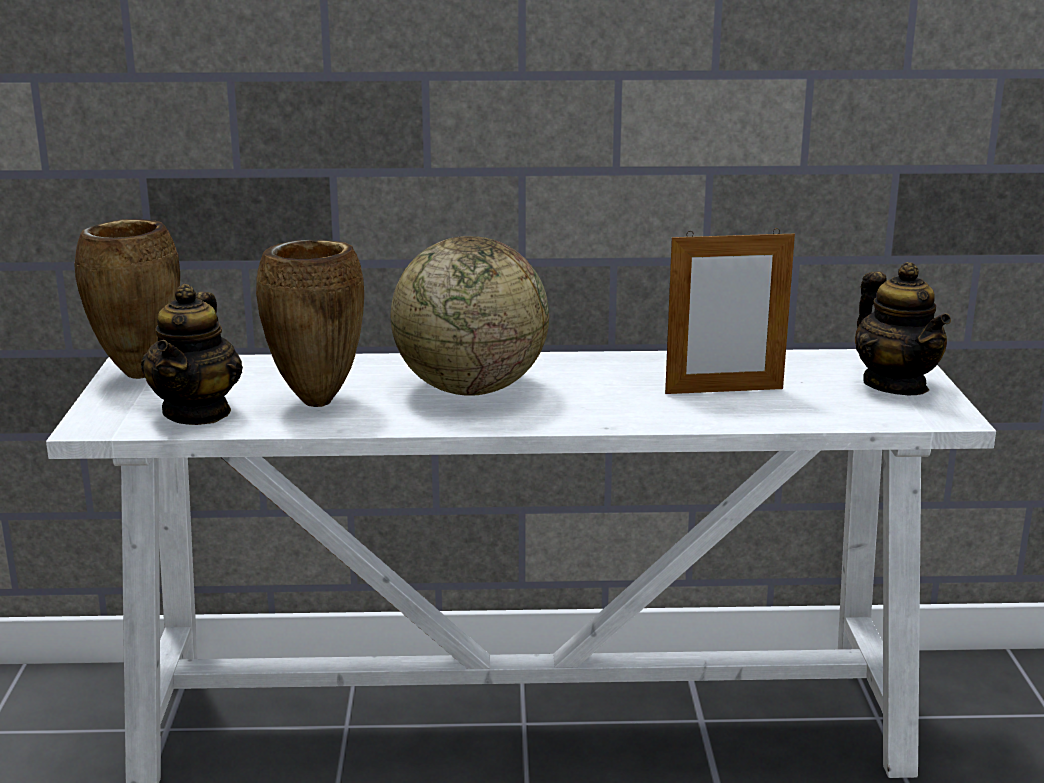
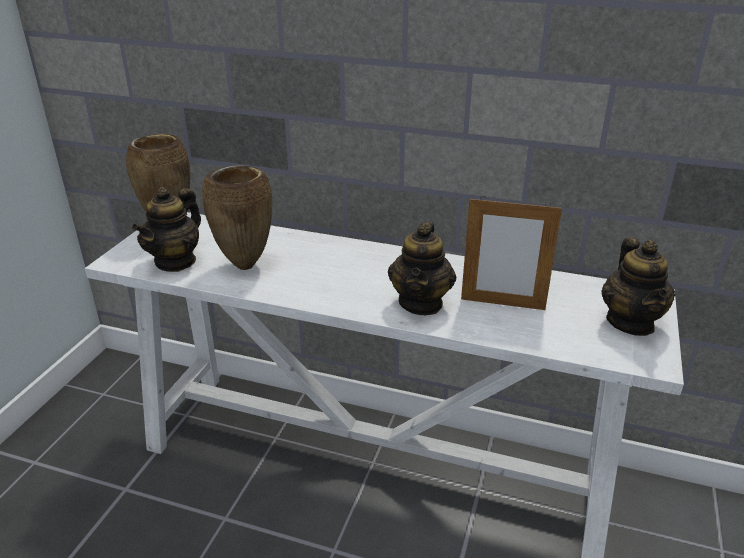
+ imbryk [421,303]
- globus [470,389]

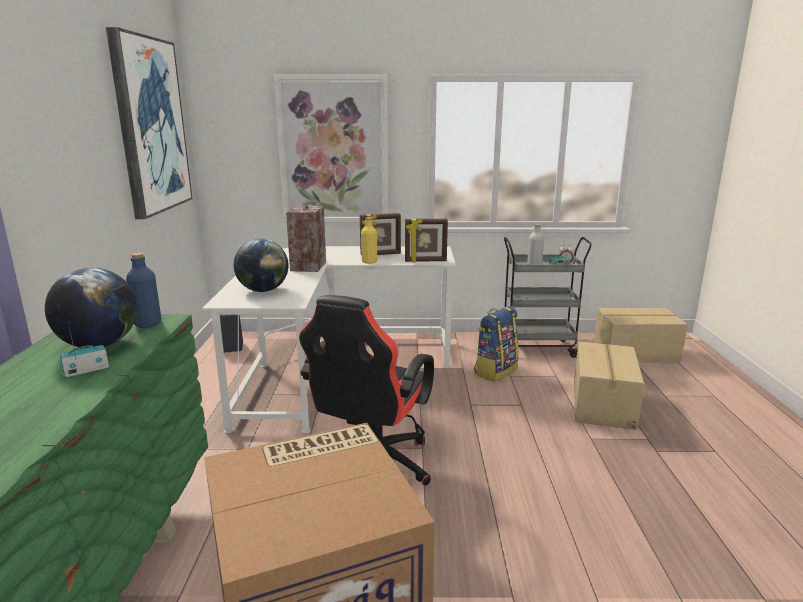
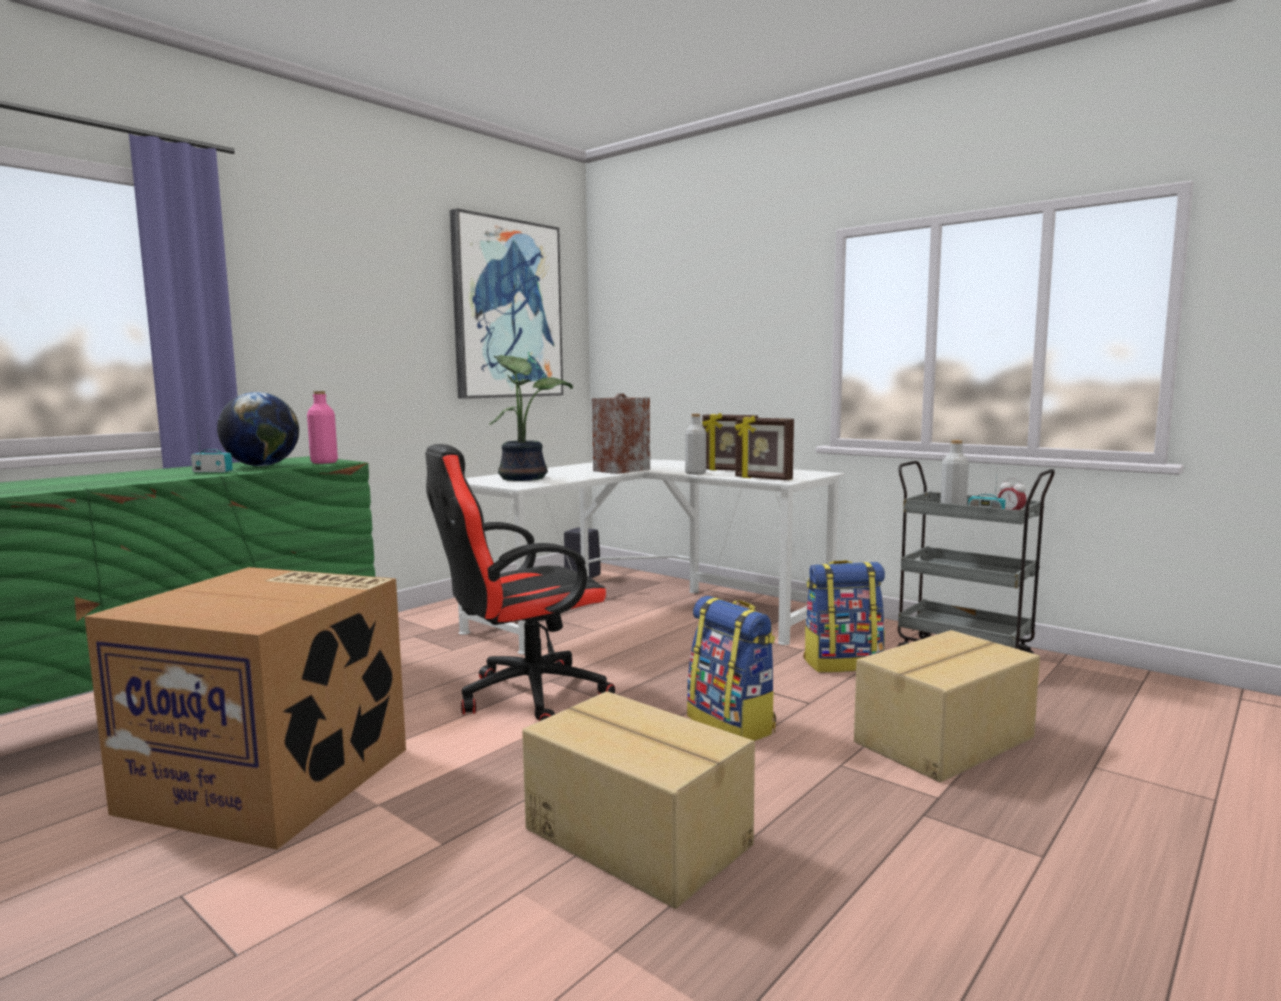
~ butelka (niebieski) [148,324] to butelka (różowy) [324,462]
~ globus [263,290] to roślina doniczkowa [524,478]
~ karton [634,352] to [638,835]
~ butelka (żółty) [369,262] to butelka (szary) [695,473]
+ plecak [732,724]
- obraz [333,150]

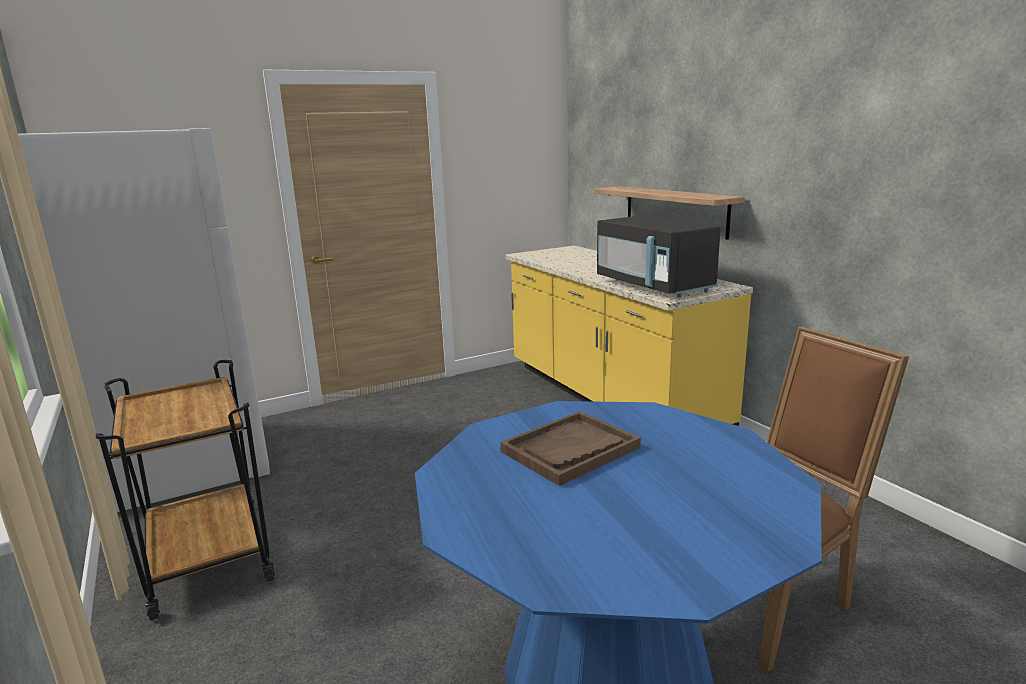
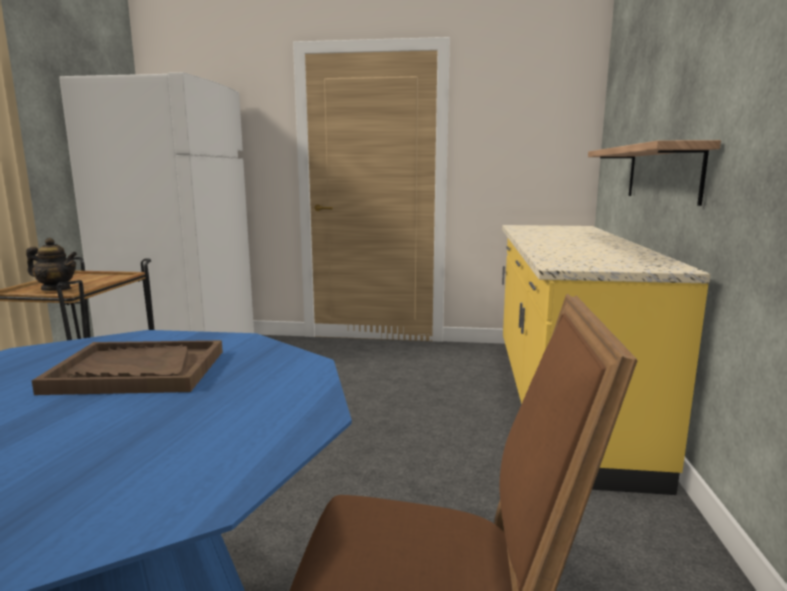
+ imbryk [56,289]
- mikrofalówka (czarny) [653,286]

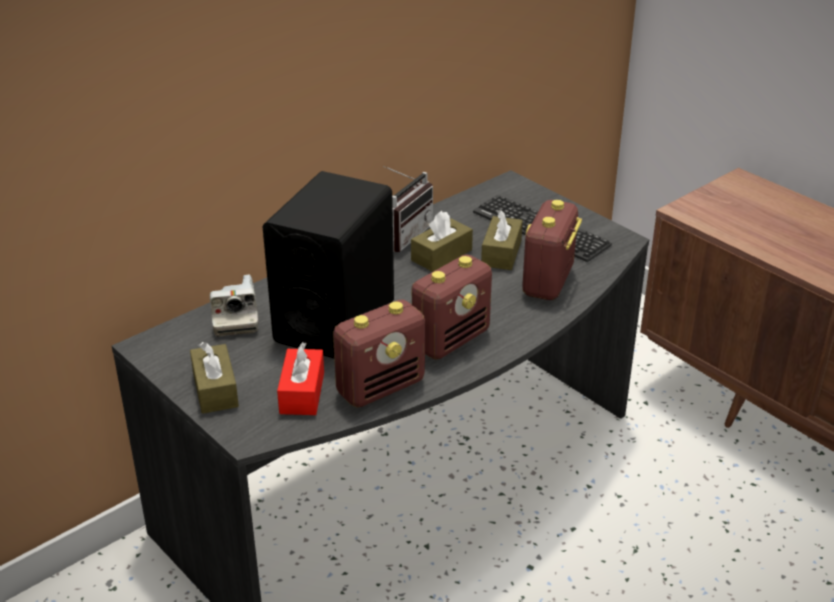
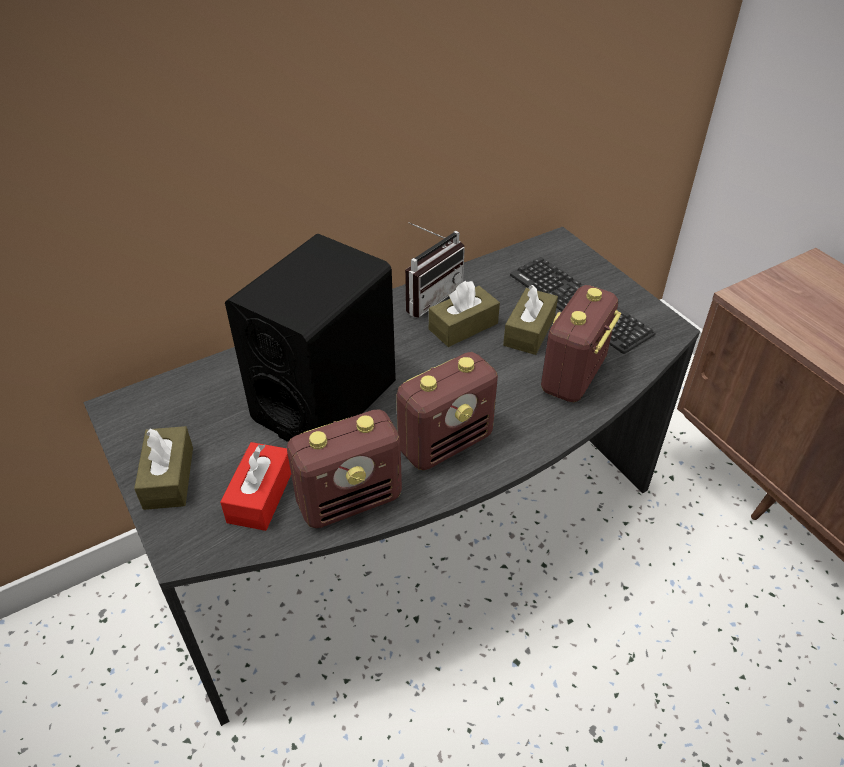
- aparat fotograficzny [235,319]

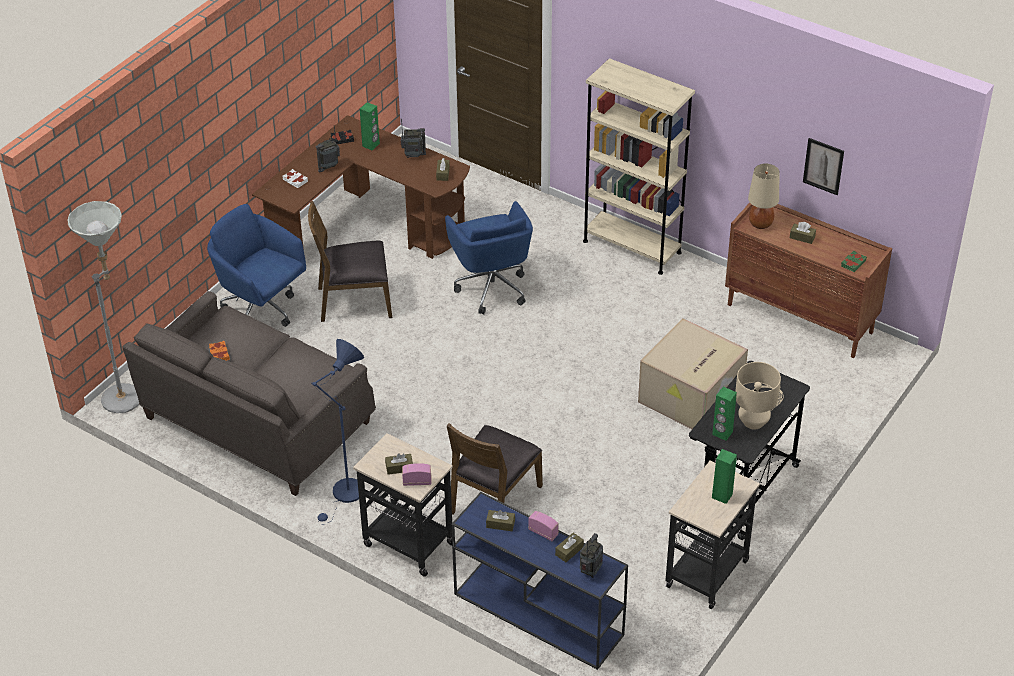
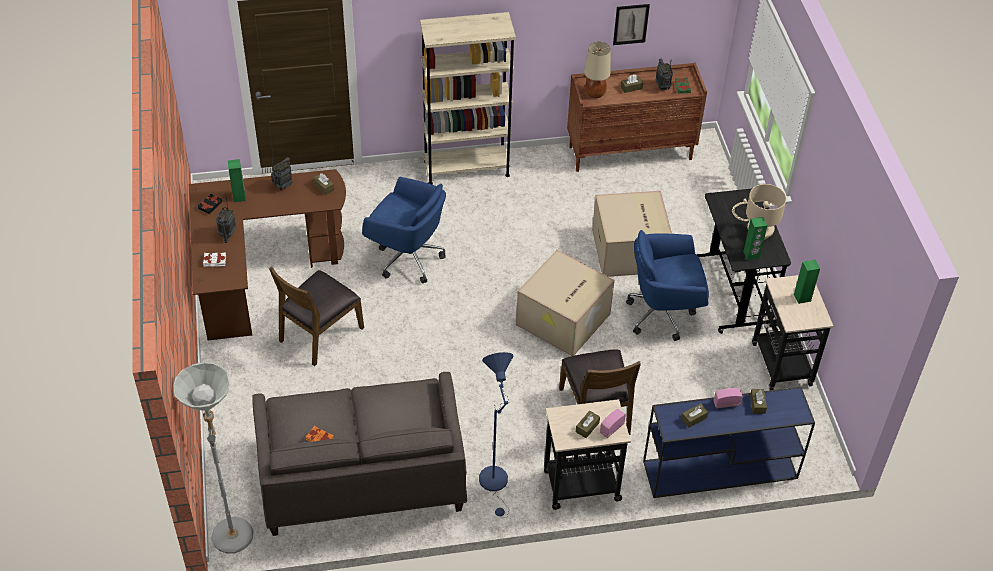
+ karton [563,320]
~ krzesło biurowe (niebieski) [262,312] to [663,315]
~ radio [590,571] to [662,87]

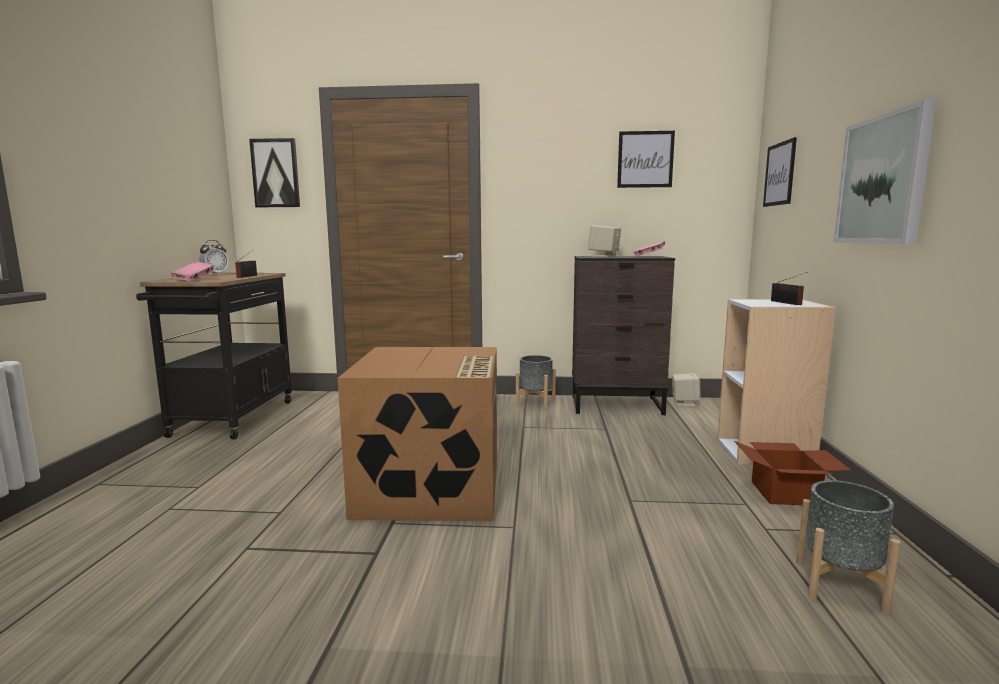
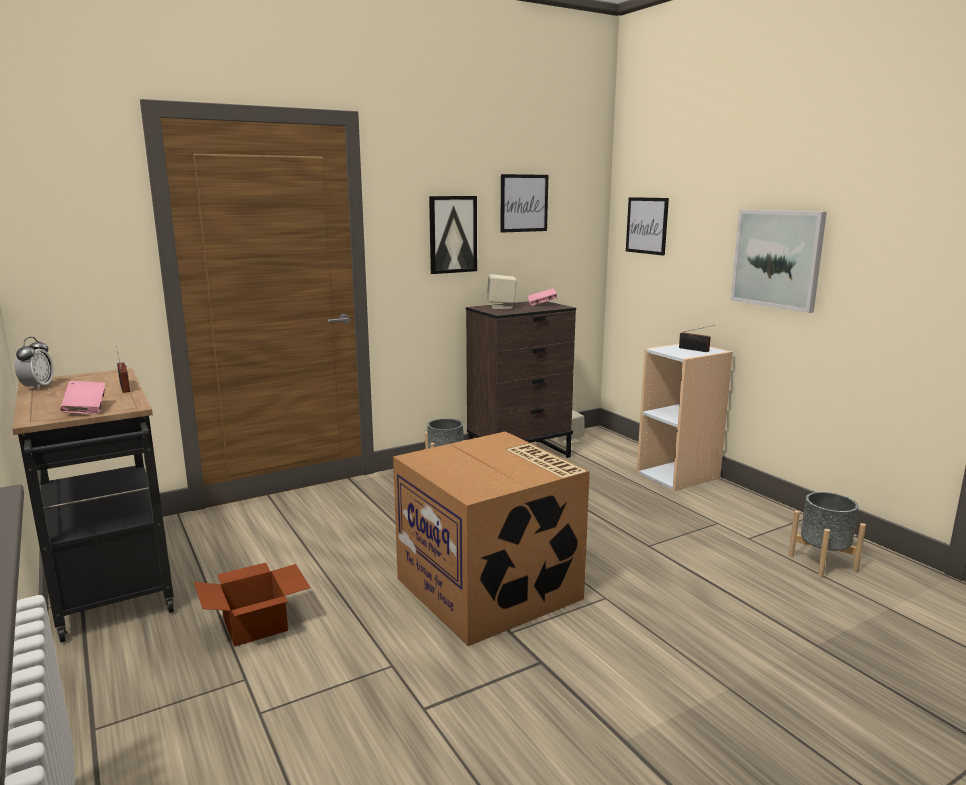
~ karton [787,494] to [257,624]
~ obraz [276,173] to [452,234]

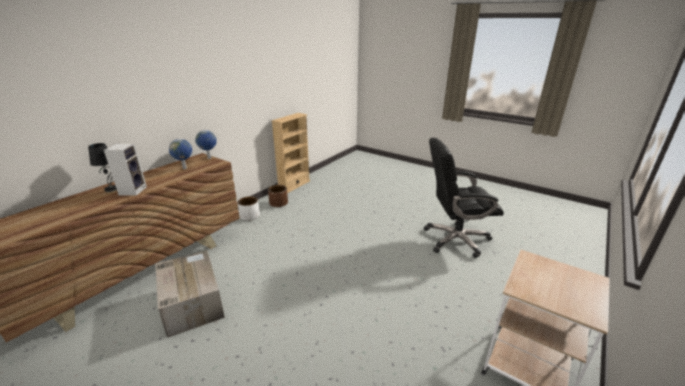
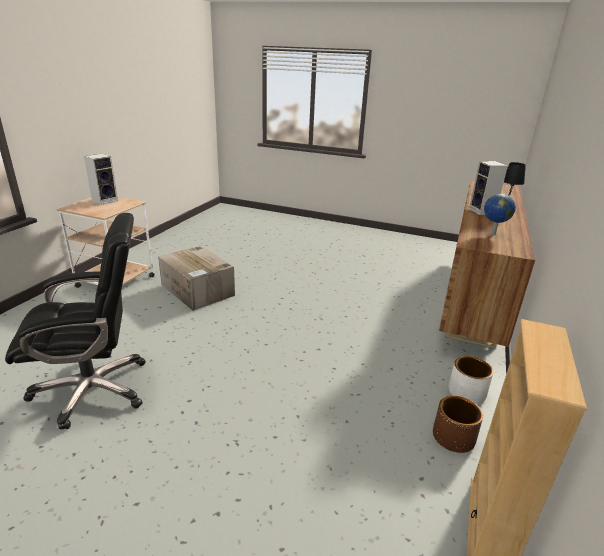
+ głośnik [105,200]
~ karton [192,302] to [198,290]
- globus [209,158]

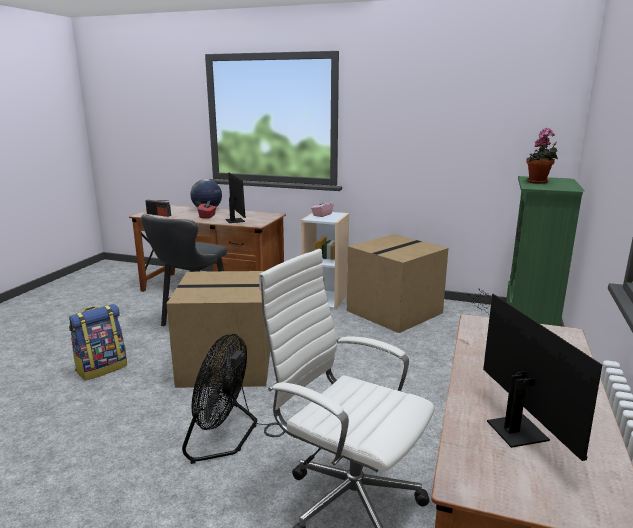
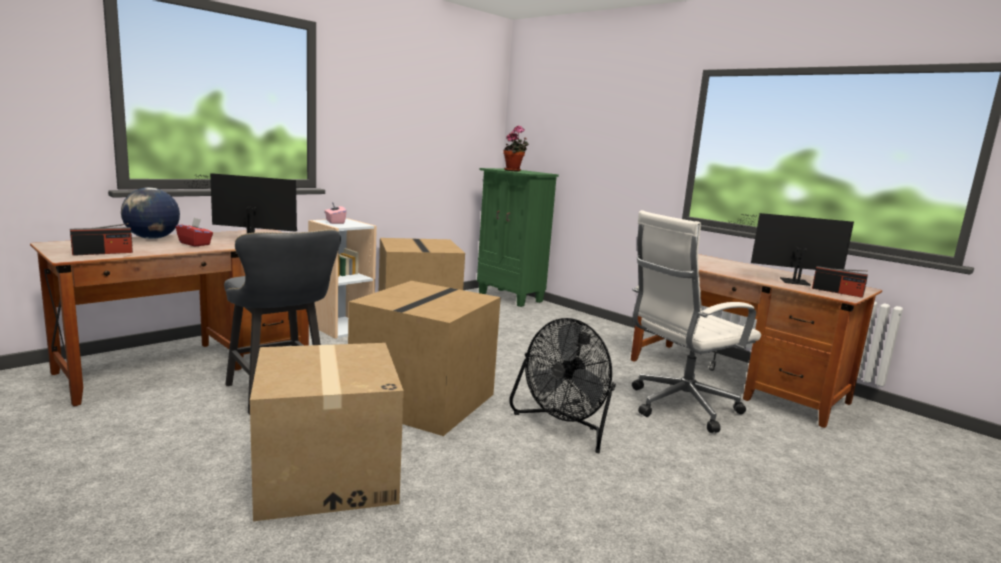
~ plecak [102,368] to karton [325,474]
+ radio [837,292]

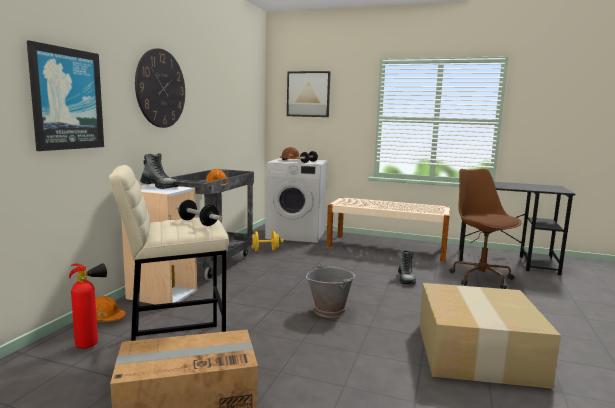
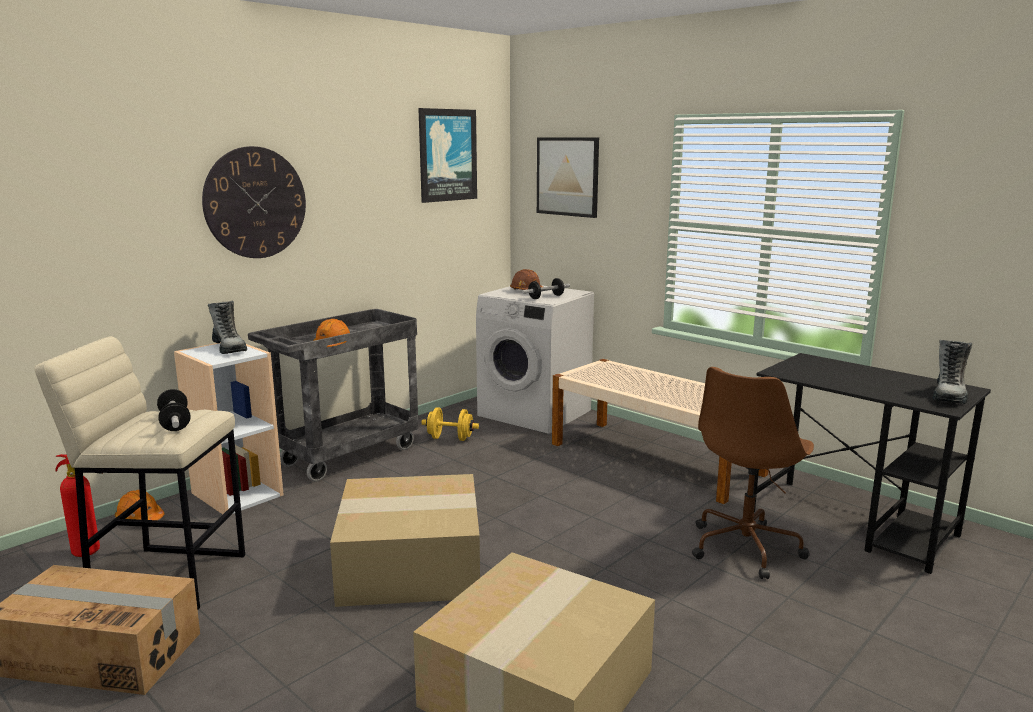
~ wiadro (szary) [329,310] to karton [413,563]
~ obraz [67,99] to [447,155]
~ krzesło biurowe (brązowy) [480,278] = [743,550] 150 degrees counterclockwise
~ but z cholewką [406,279] to [949,395]

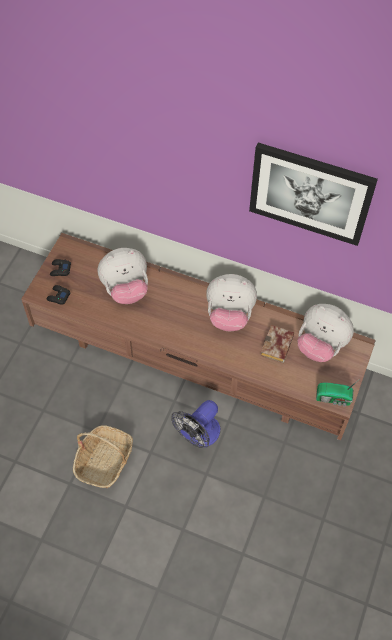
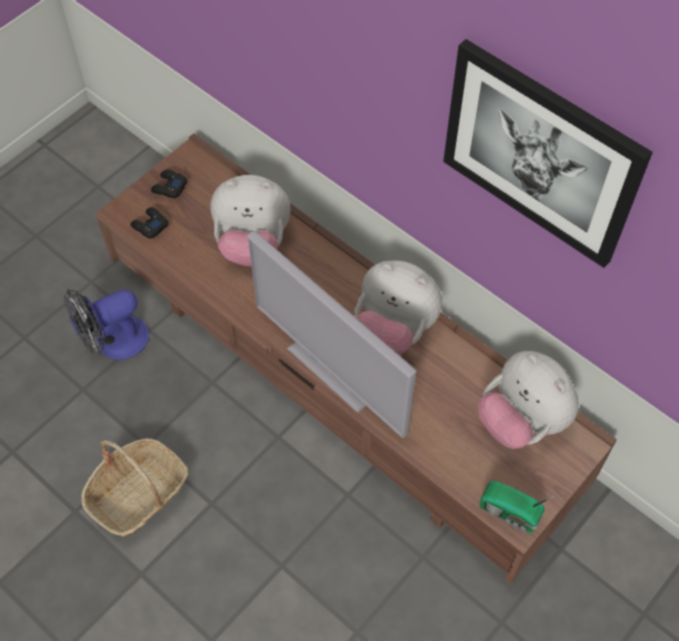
~ wentylator [198,435] to [113,342]
+ telewizor [334,368]
- książka [277,347]

